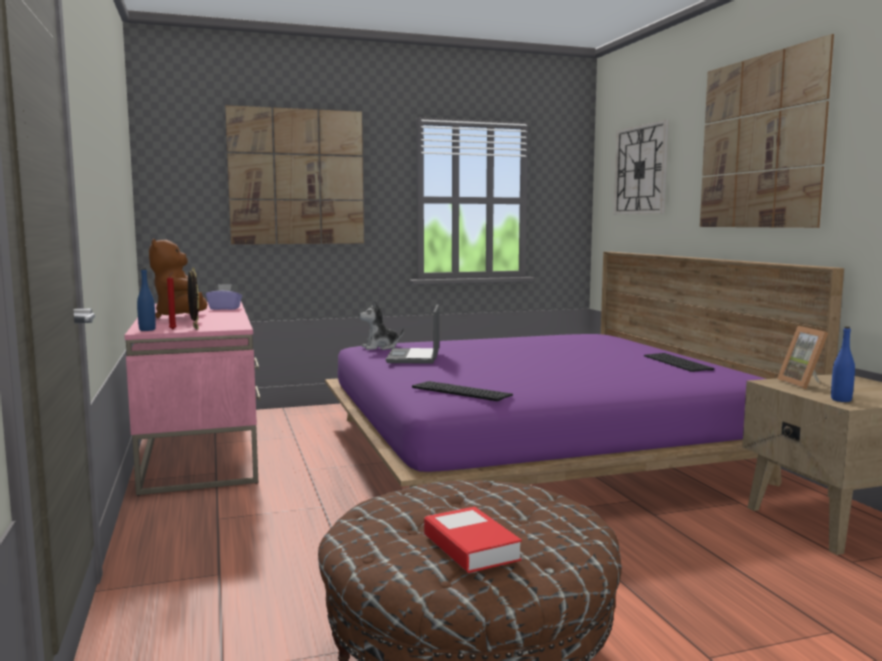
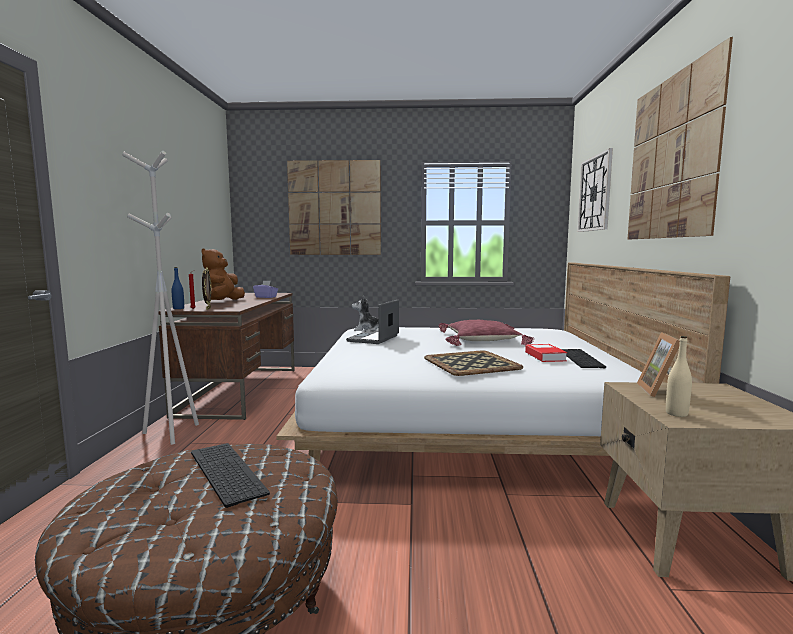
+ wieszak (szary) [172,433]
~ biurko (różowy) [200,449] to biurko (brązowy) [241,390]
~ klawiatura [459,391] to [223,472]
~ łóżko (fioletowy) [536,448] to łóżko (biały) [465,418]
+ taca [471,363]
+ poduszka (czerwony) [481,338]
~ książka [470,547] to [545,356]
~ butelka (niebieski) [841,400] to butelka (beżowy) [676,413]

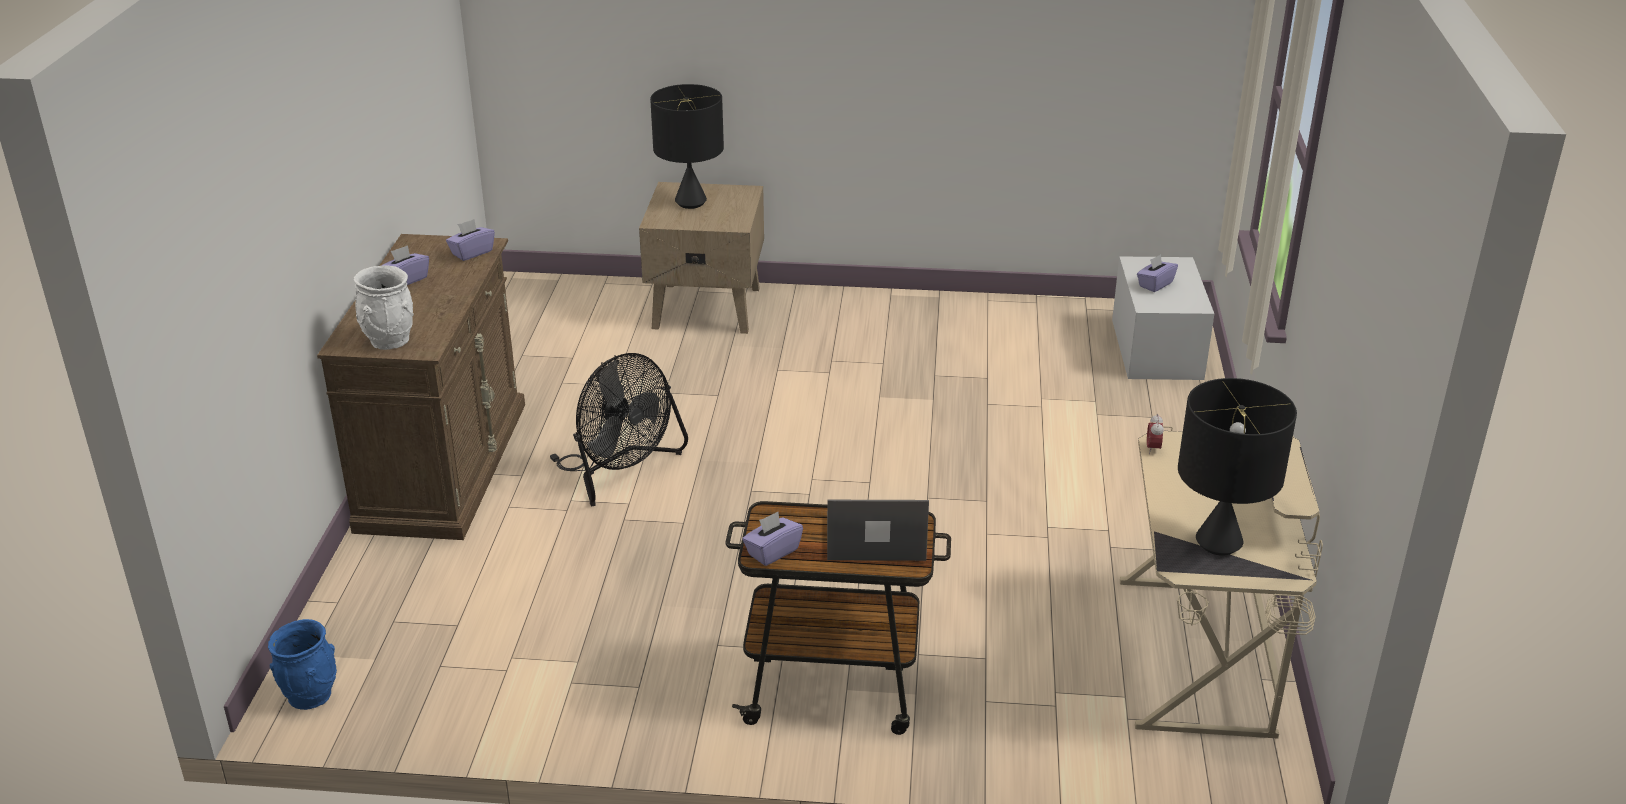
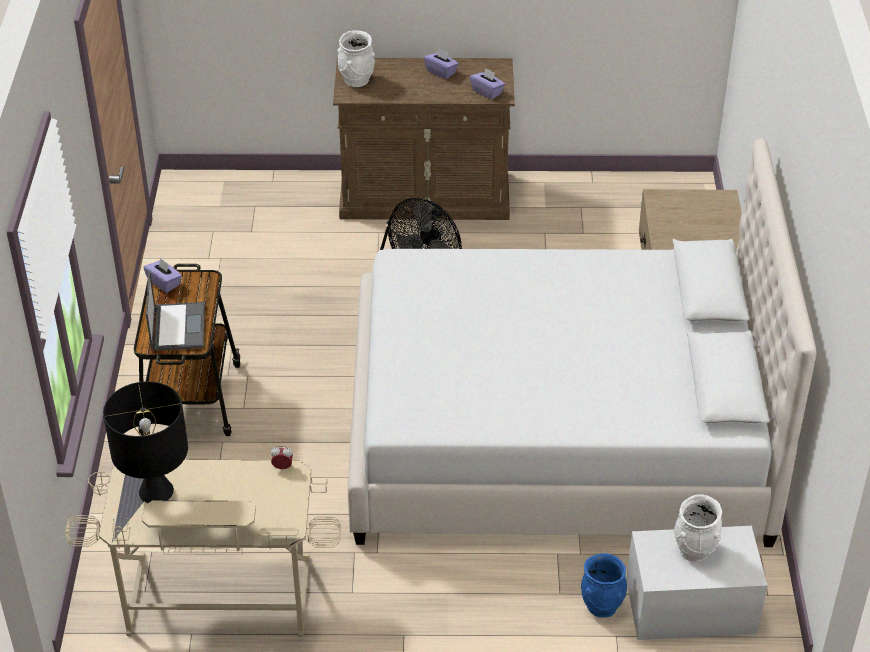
+ łóżko (biały) [557,434]
~ wazon (niebieski) [310,695] to [602,606]
~ pudełko chusteczek (fioletowy) [1155,284] to wazon (biały) [694,549]
- lampa stołowa (czarny) [691,203]

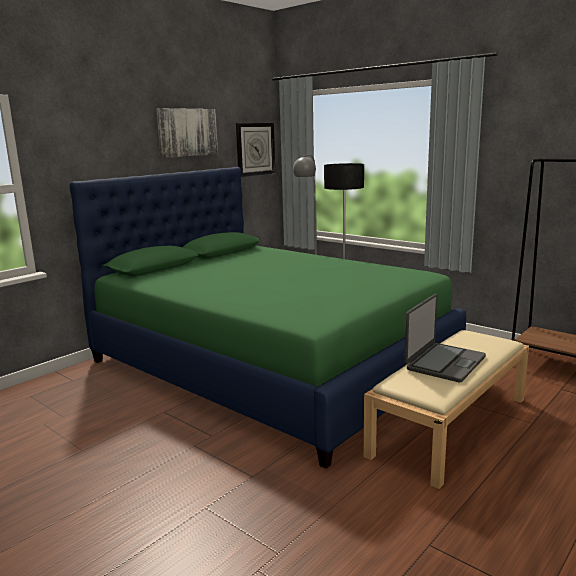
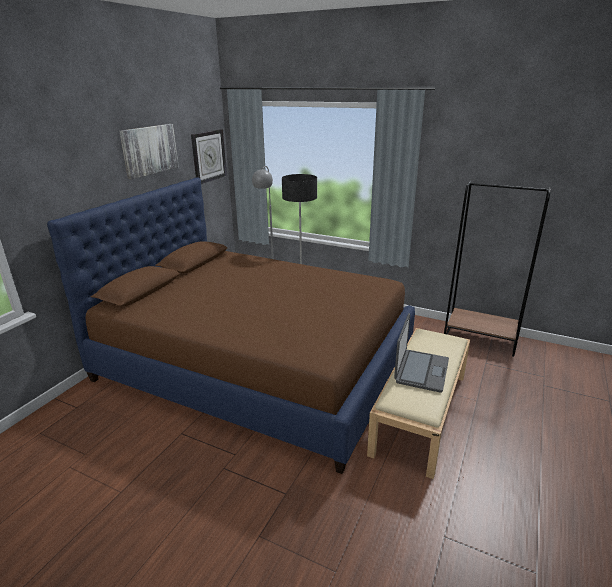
~ łóżko (zielony) [269,364] to łóżko (brązowy) [256,364]

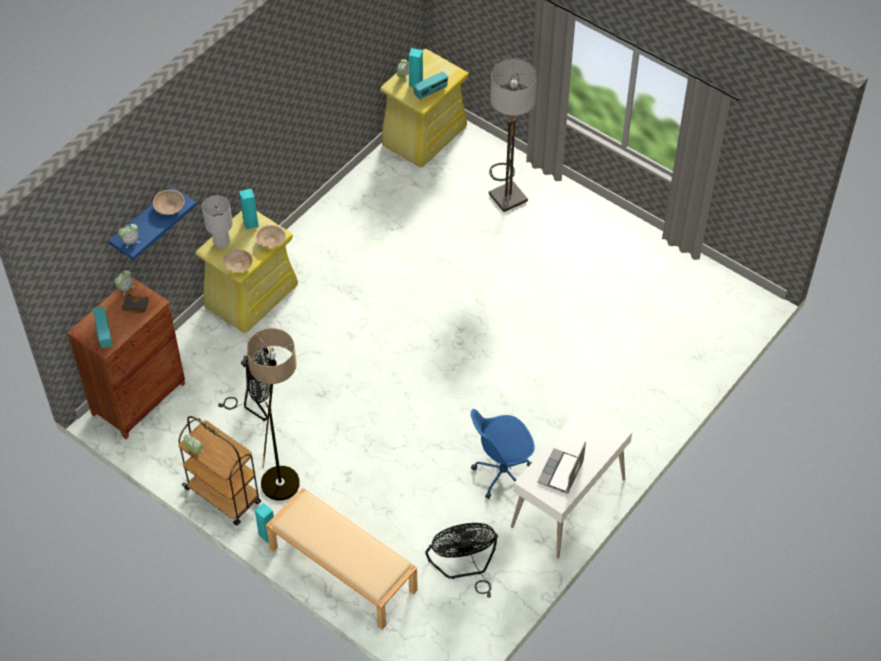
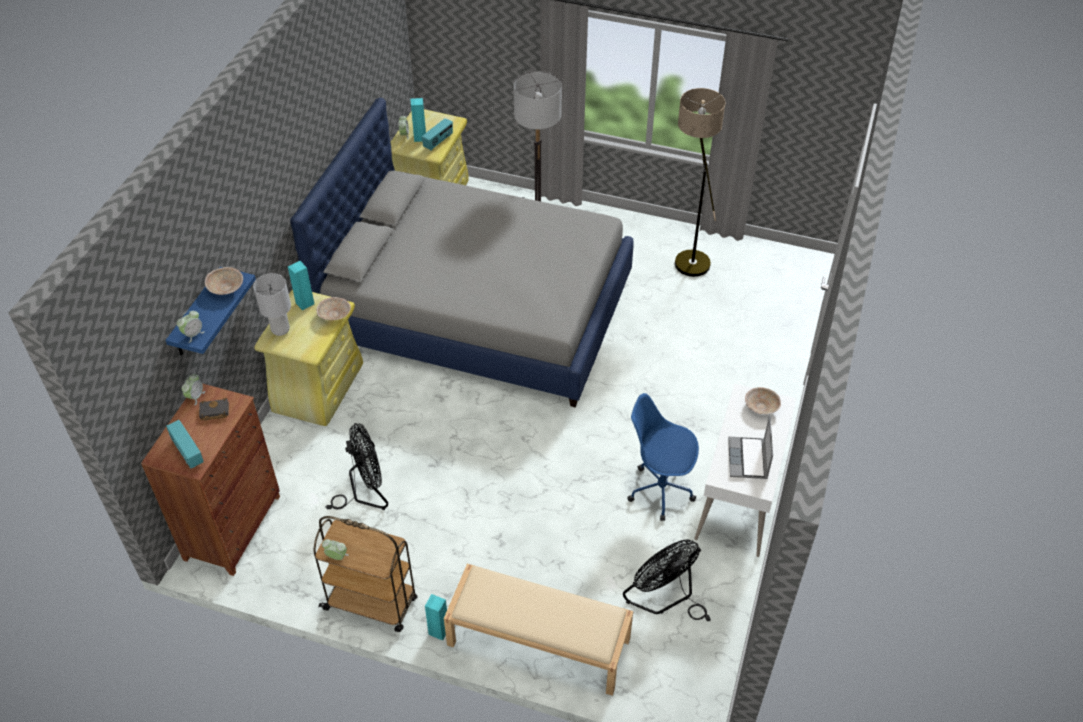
+ łóżko (szary) [476,308]
~ krzesło biurowe (niebieski) [501,476] = [659,491] 60 degrees clockwise
~ lampa stojąca [283,470] to [688,254]
~ miska (beżowy) [238,265] to [761,406]

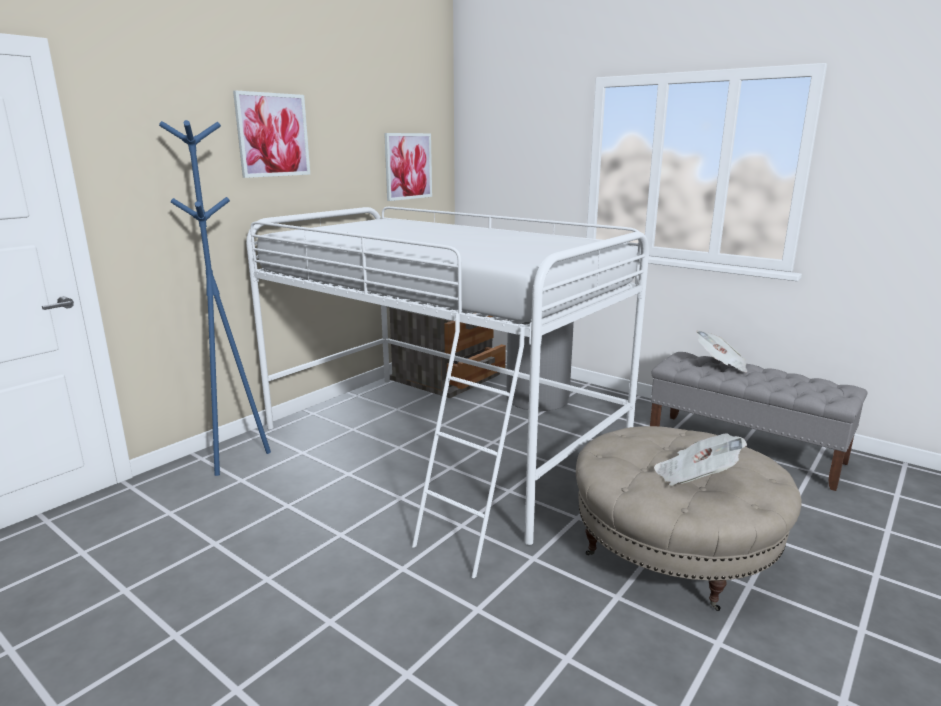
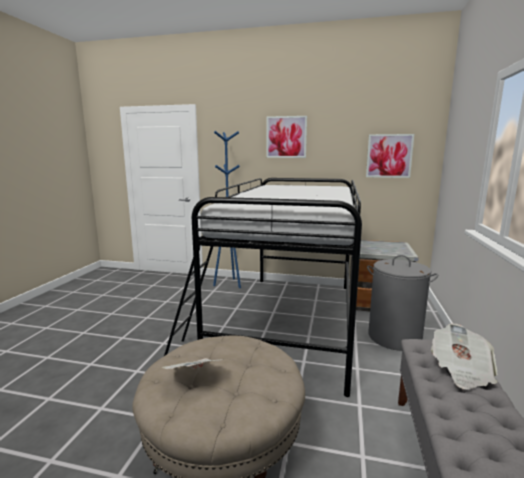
~ łóżko (biały) [441,444] to łóżko (czarny) [288,322]

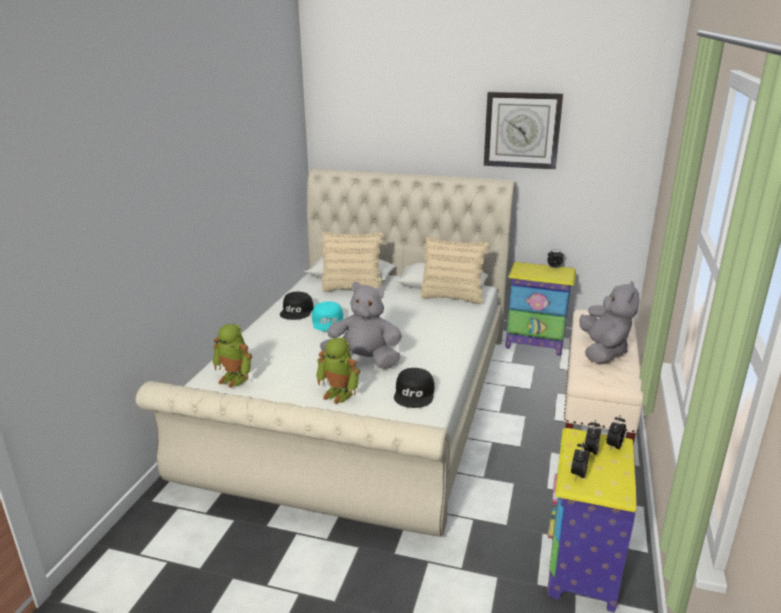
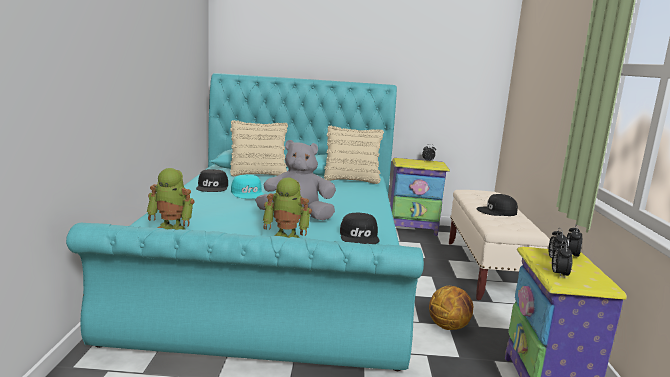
~ łóżko (beżowy) [363,397] to łóżko (turkusowy) [279,268]
+ piłka do koszykówki [449,326]
~ pluszak (szary) [603,352] to czapka z daszkiem (czarny) [497,211]
- zegar ścienny [522,130]

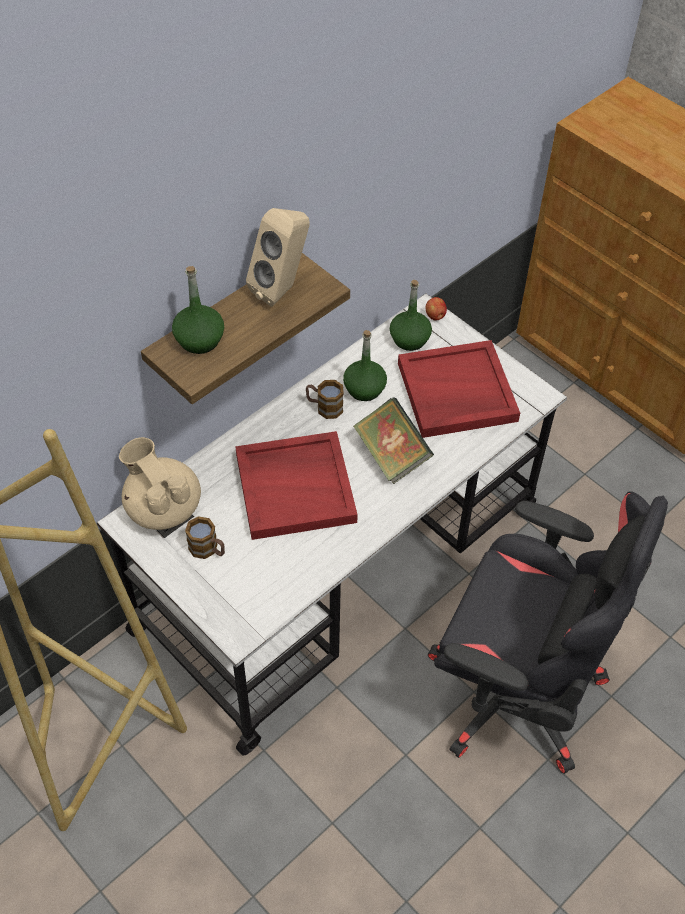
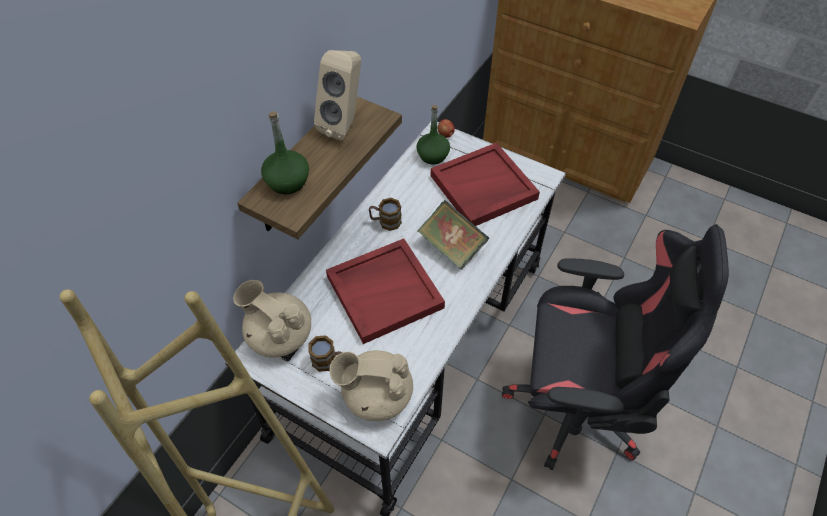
+ imbryk (beżowy) [376,395]
- butelka (zielony) [364,389]

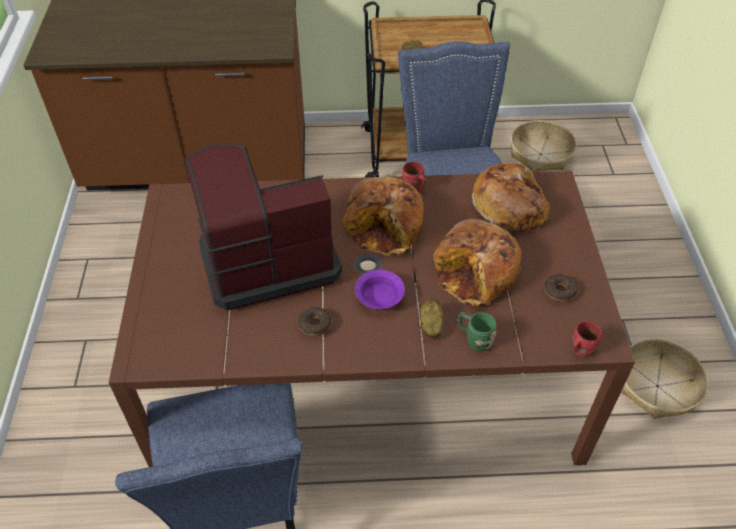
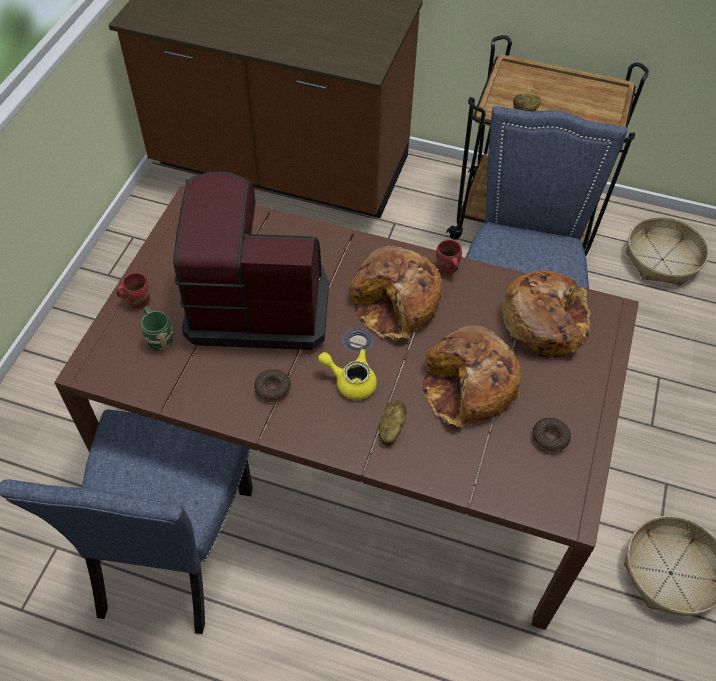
~ kubek (czerwony) [580,349] to [138,300]
~ kubek (zielony) [473,339] to [158,337]
~ miska (fioletowy) [378,298] to imbryk (żółty) [350,381]

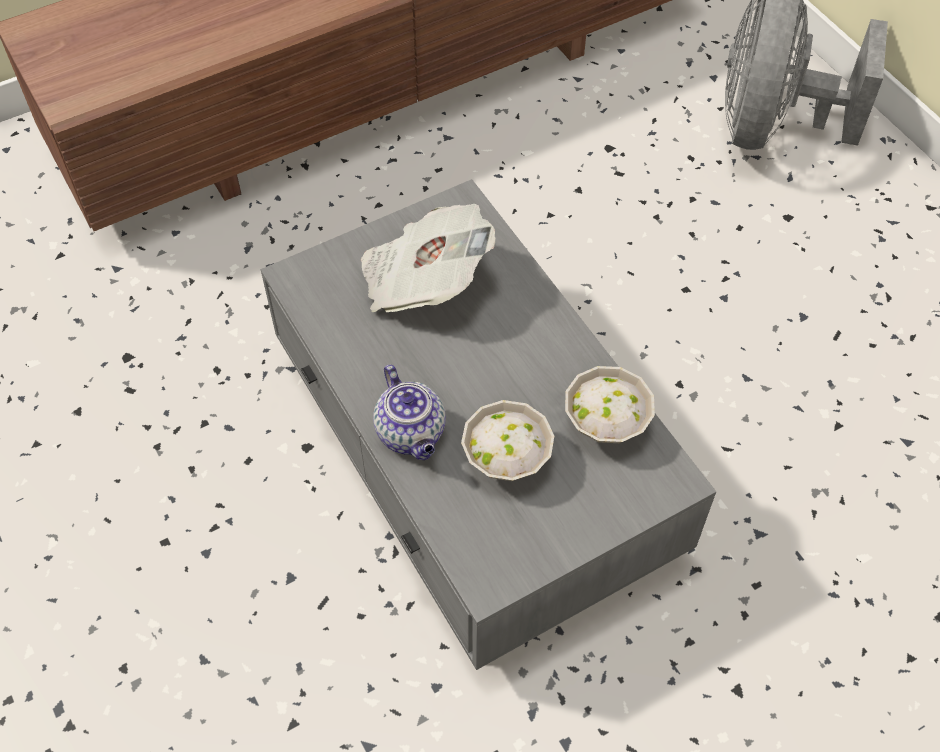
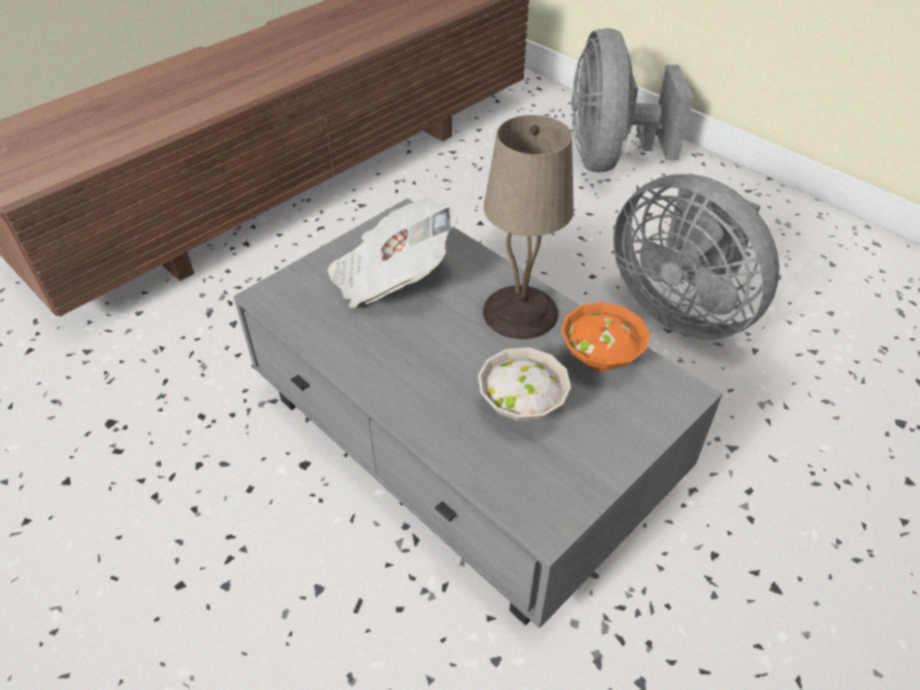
+ lampa stołowa (beżowy) [521,313]
~ miska (biały) [608,425] to miska (pomarańczowy) [602,359]
+ wentylator (szary) [680,308]
- imbryk [412,433]

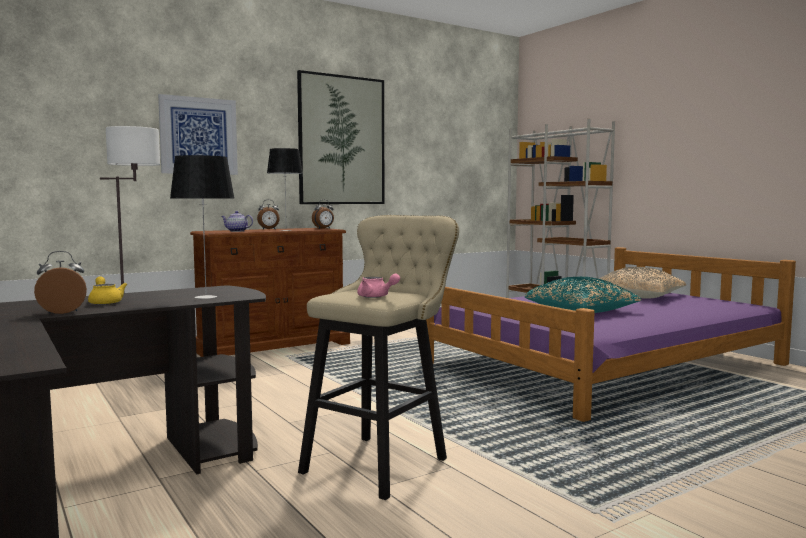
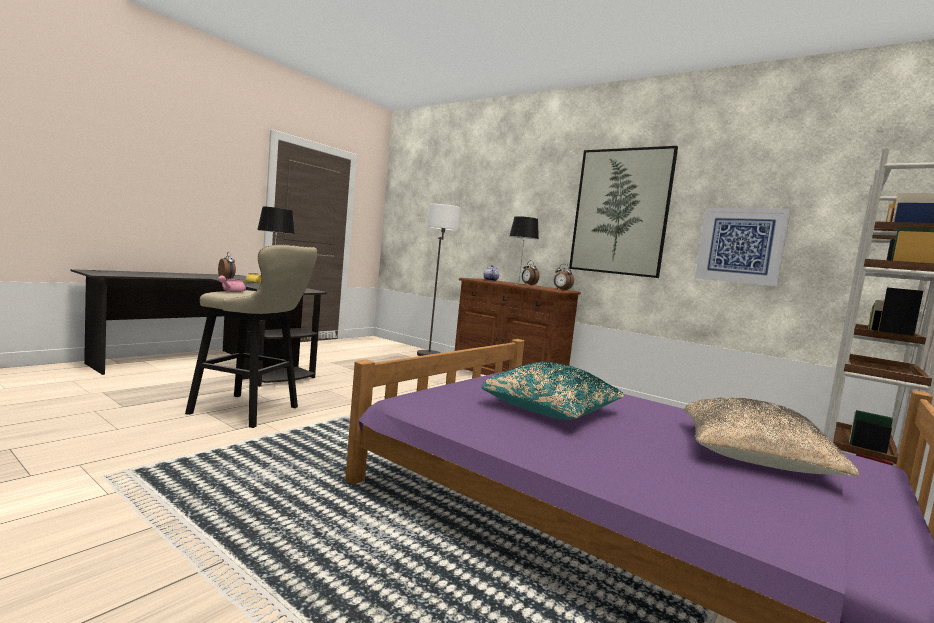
~ obraz [198,136] to [740,245]

